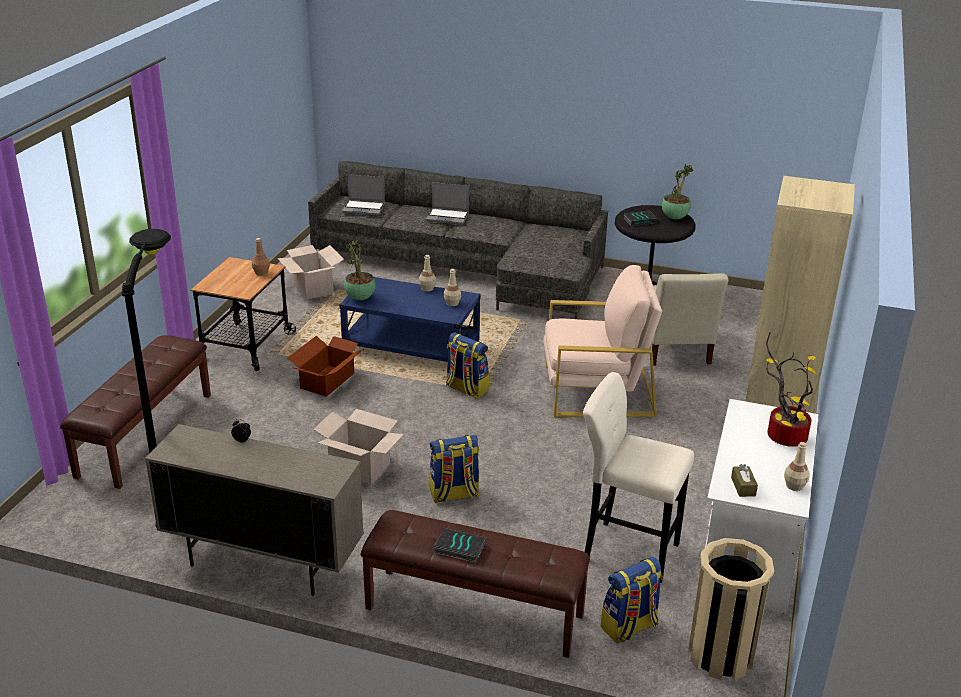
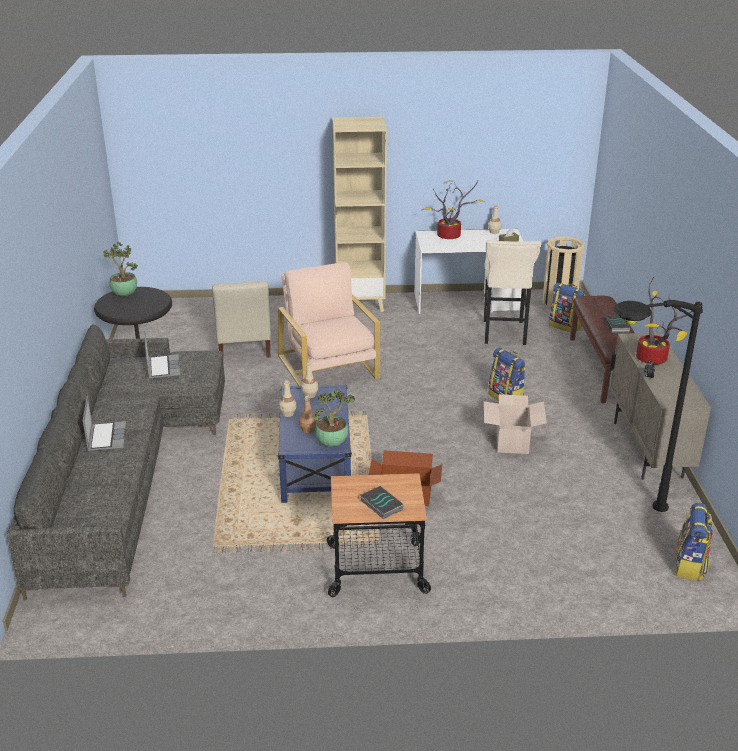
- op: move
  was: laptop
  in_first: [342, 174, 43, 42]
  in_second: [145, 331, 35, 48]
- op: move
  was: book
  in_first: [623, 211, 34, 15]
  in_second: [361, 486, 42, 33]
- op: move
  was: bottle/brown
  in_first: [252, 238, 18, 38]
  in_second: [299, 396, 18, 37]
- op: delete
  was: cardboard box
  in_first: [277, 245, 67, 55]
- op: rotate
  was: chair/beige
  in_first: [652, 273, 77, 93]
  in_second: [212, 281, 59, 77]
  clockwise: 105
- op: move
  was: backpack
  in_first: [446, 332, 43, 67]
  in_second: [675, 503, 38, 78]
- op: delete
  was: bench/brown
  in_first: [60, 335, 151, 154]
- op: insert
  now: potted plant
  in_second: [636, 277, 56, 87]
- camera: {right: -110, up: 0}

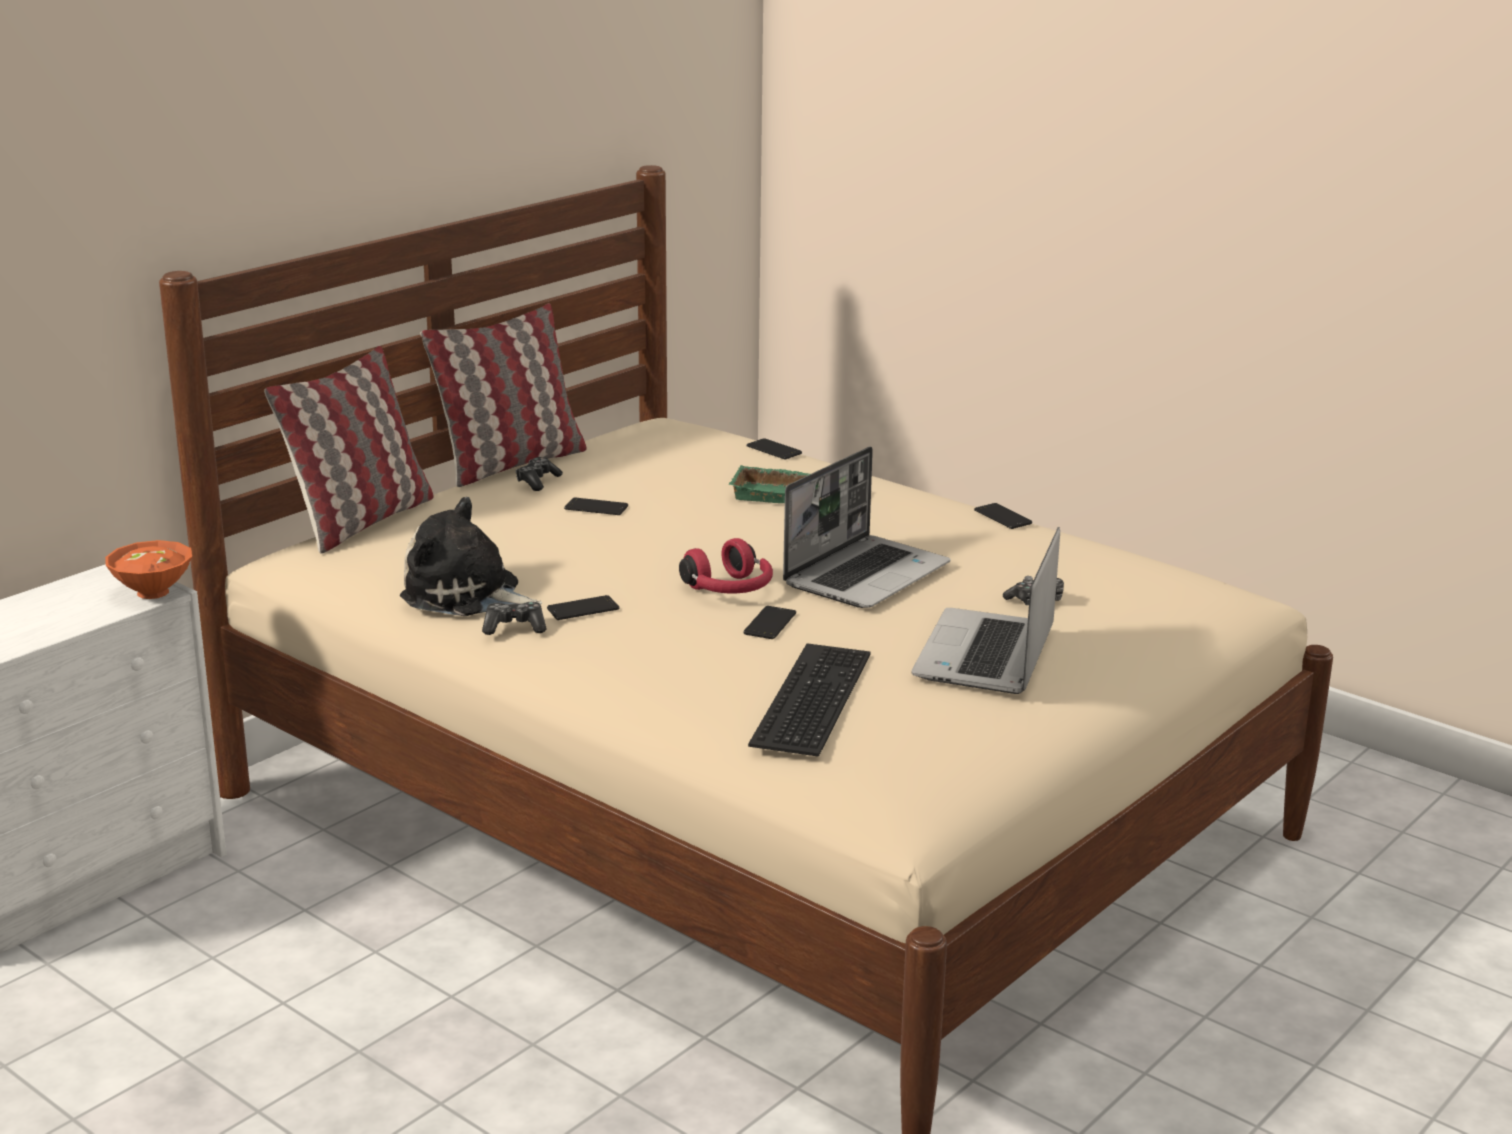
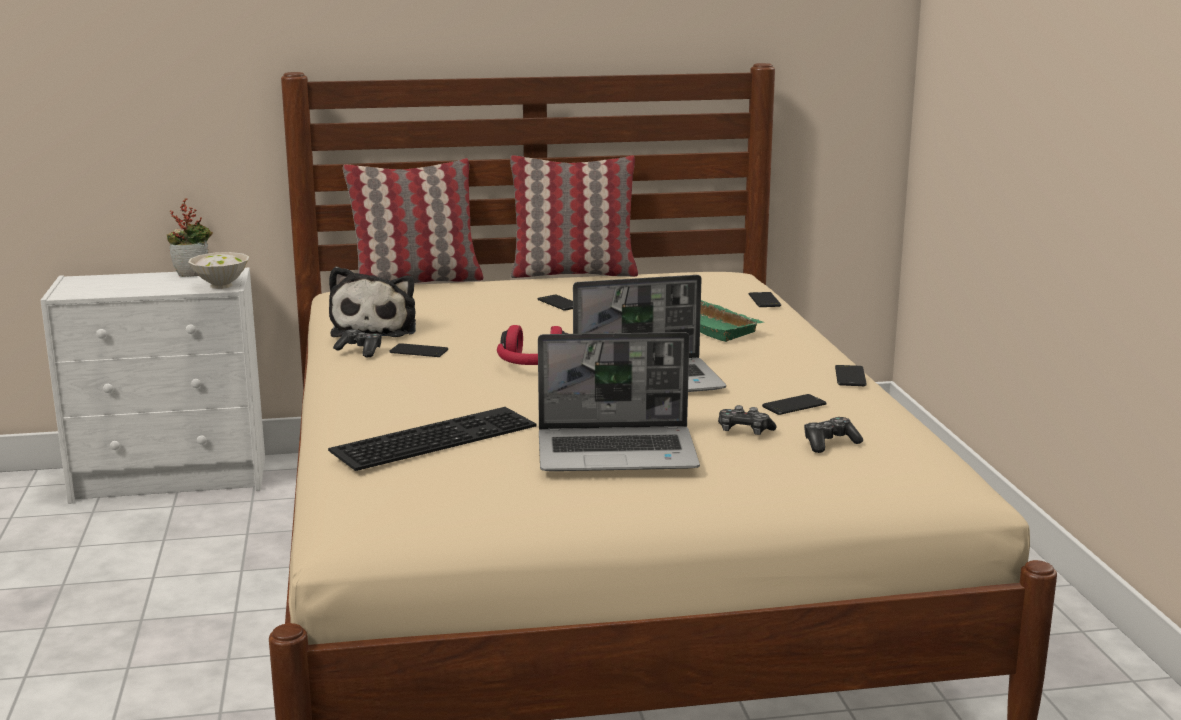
- op: move
  was: game controller
  in_first: [515, 457, 48, 34]
  in_second: [804, 417, 59, 36]
- op: rotate
  was: plush toy
  in_first: [400, 497, 142, 119]
  in_second: [329, 267, 87, 70]
  clockwise: -150
- op: rotate
  was: laptop
  in_first: [911, 527, 149, 167]
  in_second: [538, 332, 162, 139]
  clockwise: -150
- op: recolor
  was: bowl/orange
  now: bowl/white
  in_first: [105, 540, 87, 59]
  in_second: [188, 252, 61, 37]
- op: move
  was: phone
  in_first: [743, 606, 53, 33]
  in_second: [762, 394, 65, 21]
- op: insert
  now: potted plant
  in_second: [167, 198, 46, 79]
- camera: {right: 40, up: -5}

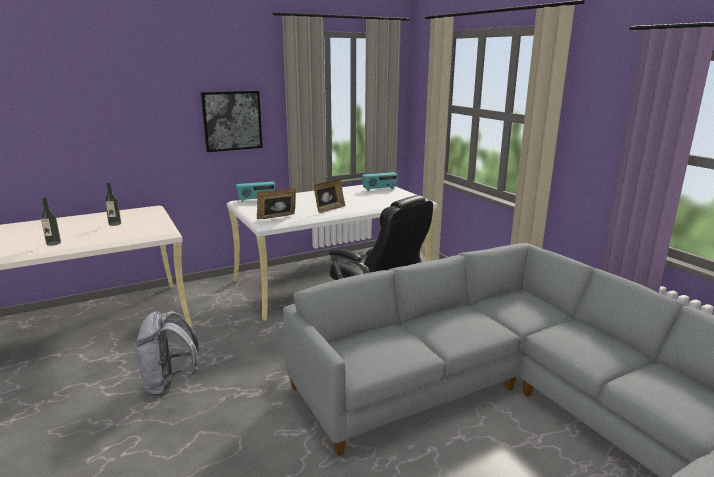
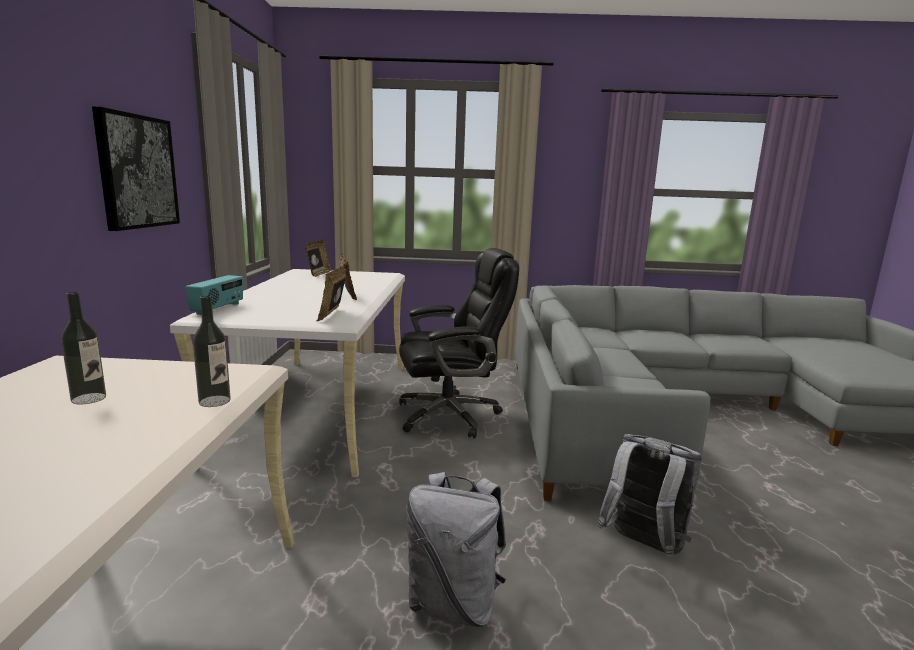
- op: replace
  was: radio
  now: picture frame
  in_first: [362, 172, 36, 19]
  in_second: [305, 239, 27, 38]
- op: move
  was: bottle
  in_first: [41, 197, 20, 49]
  in_second: [193, 296, 38, 111]
- op: insert
  now: backpack/grey
  in_second: [597, 434, 105, 123]
- camera: {right: -60, up: -5}

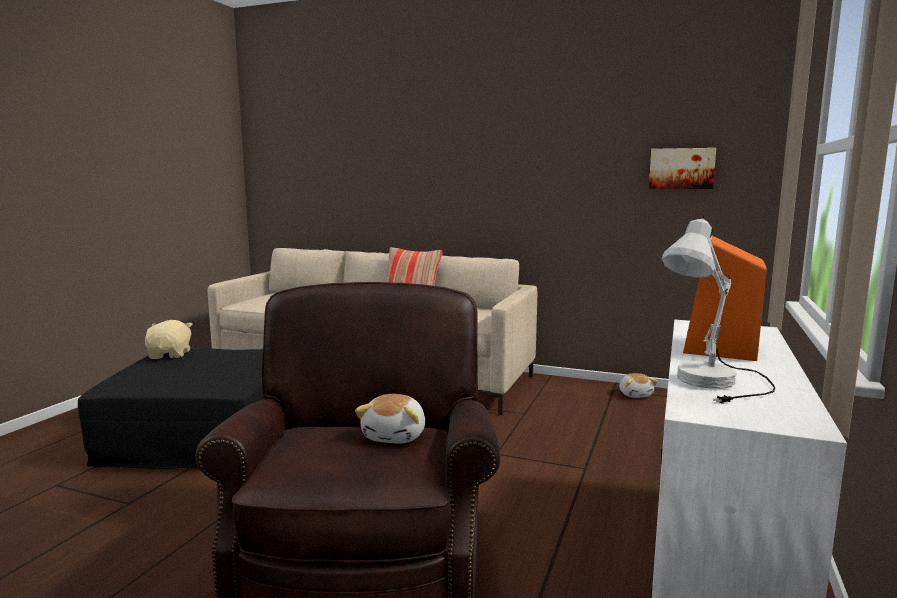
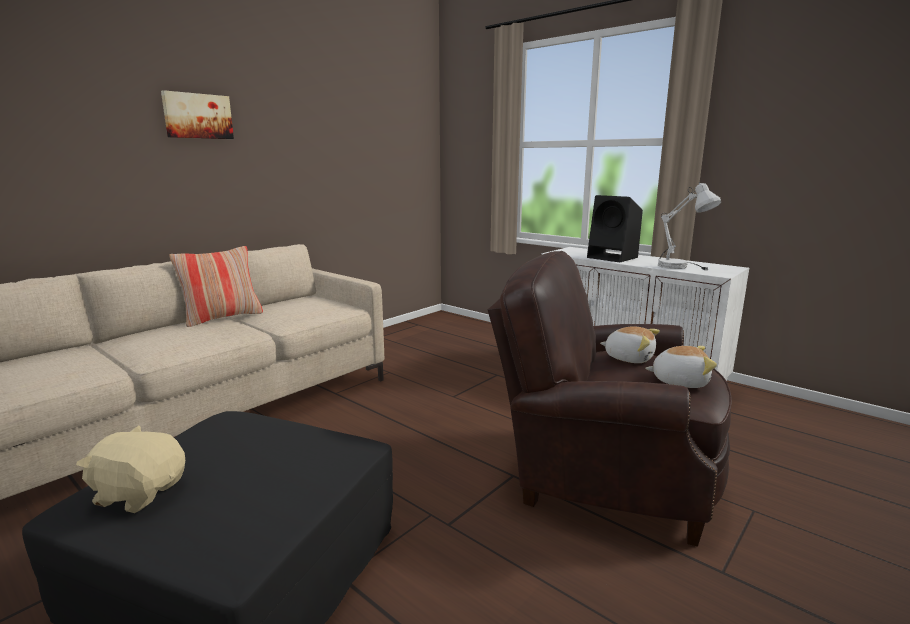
- op: move
  was: picture
  in_first: [649, 148, 67, 41]
  in_second: [161, 90, 73, 49]
- op: recolor
  was: speaker/orange
  now: speaker/black
  in_first: [683, 236, 84, 125]
  in_second: [587, 195, 56, 67]
- op: move
  was: plush toy
  in_first: [619, 373, 39, 25]
  in_second: [645, 346, 72, 42]
- camera: {right: -70, up: 5}

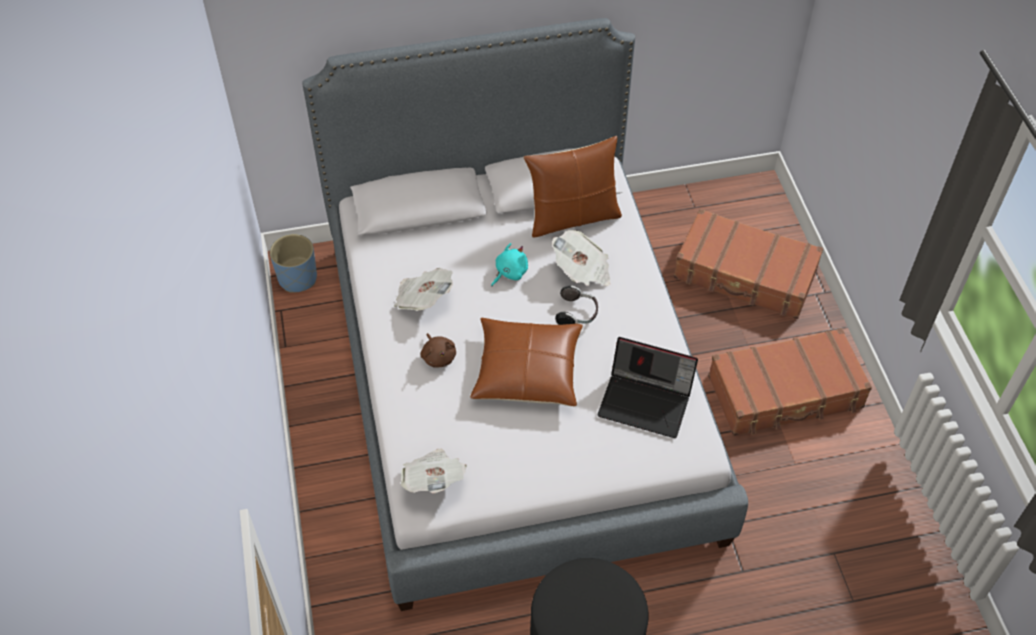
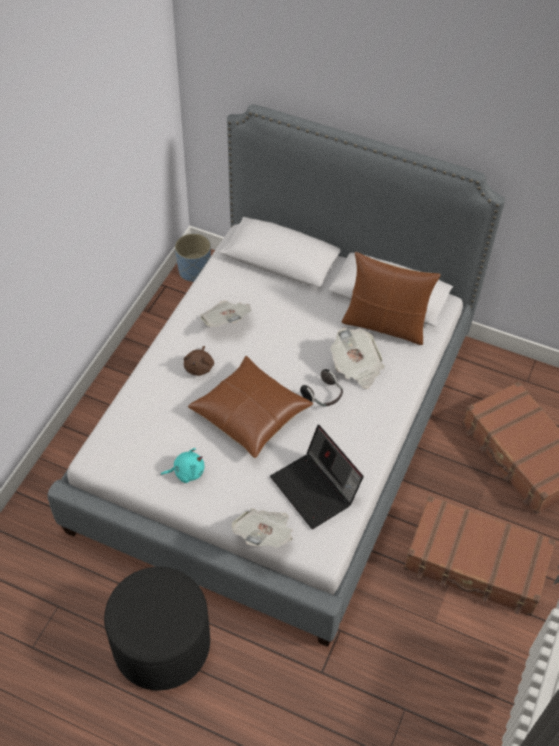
- op: move
  was: plush toy/turquoise
  in_first: [491, 243, 37, 43]
  in_second: [161, 448, 43, 35]
- op: move
  was: newspaper
  in_first: [401, 449, 66, 45]
  in_second: [232, 508, 61, 39]
- camera: {right: 35, up: 0}

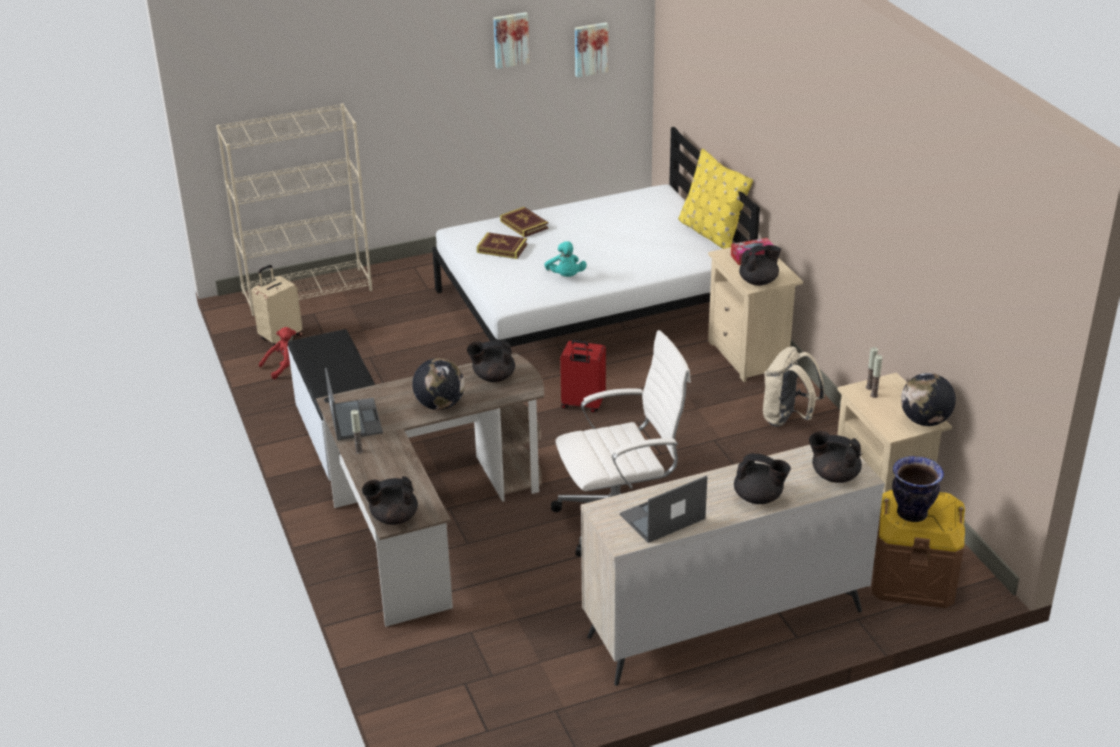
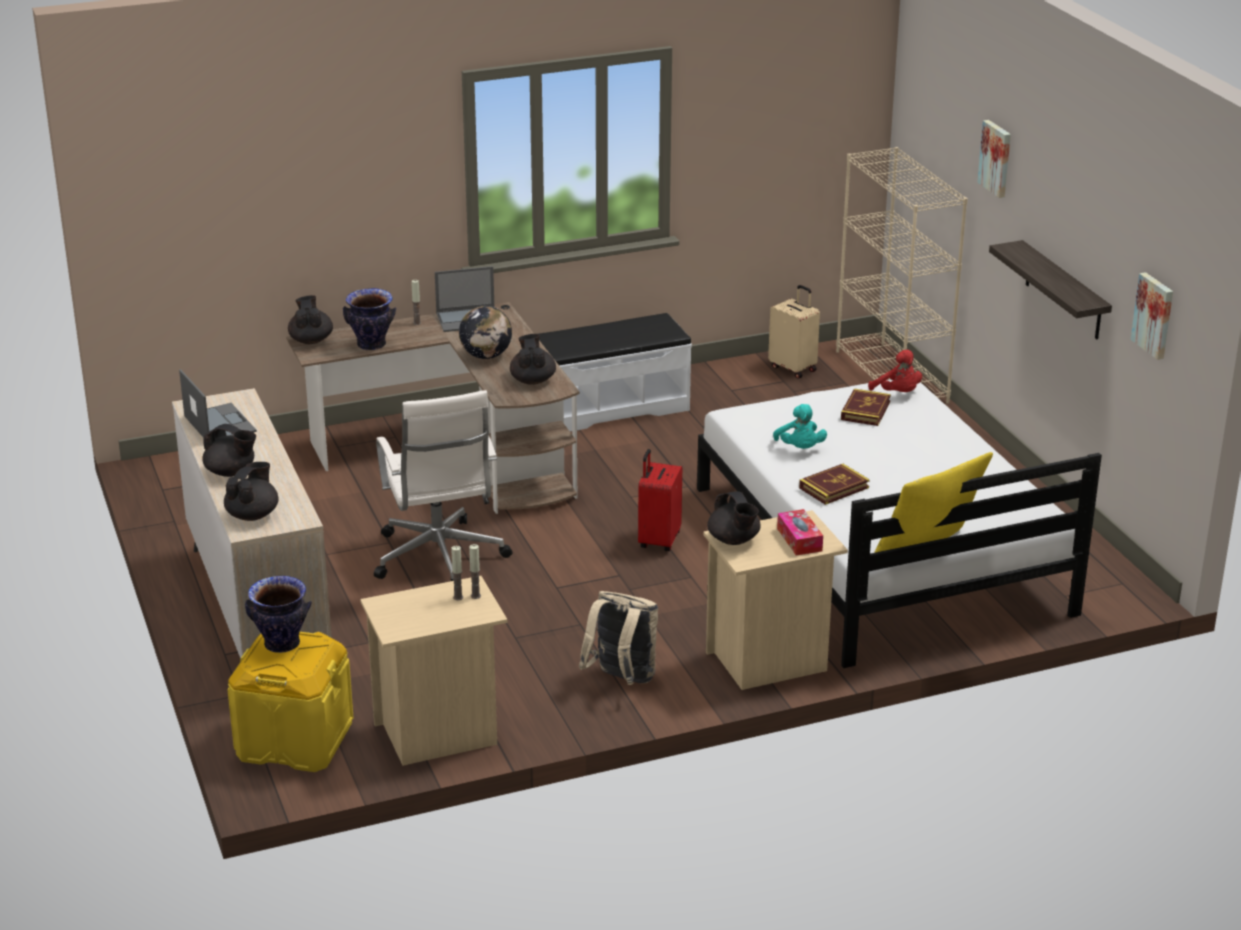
- op: move
  was: picture
  in_first: [493, 12, 36, 57]
  in_second: [977, 120, 34, 78]
- op: move
  was: book
  in_first: [500, 207, 48, 30]
  in_second: [799, 464, 71, 41]
- op: rotate
  was: plush toy/turquoise
  in_first: [544, 241, 43, 36]
  in_second: [773, 404, 54, 45]
  clockwise: -90
- op: move
  was: plush toy/red
  in_first: [259, 327, 37, 52]
  in_second: [868, 350, 54, 42]
- op: delete
  was: globe
  in_first: [901, 373, 55, 53]
- op: rotate
  was: teapot/black
  in_first: [734, 453, 57, 51]
  in_second: [202, 424, 54, 53]
  clockwise: -90
- op: recolor
  was: storage box/brown
  now: storage box/yellow
  in_first: [872, 489, 93, 119]
  in_second: [227, 632, 126, 140]
- op: insert
  now: shelf
  in_second: [989, 240, 123, 99]
- op: insert
  now: vase
  in_second: [343, 288, 53, 63]
- camera: {right: 90, up: -5}

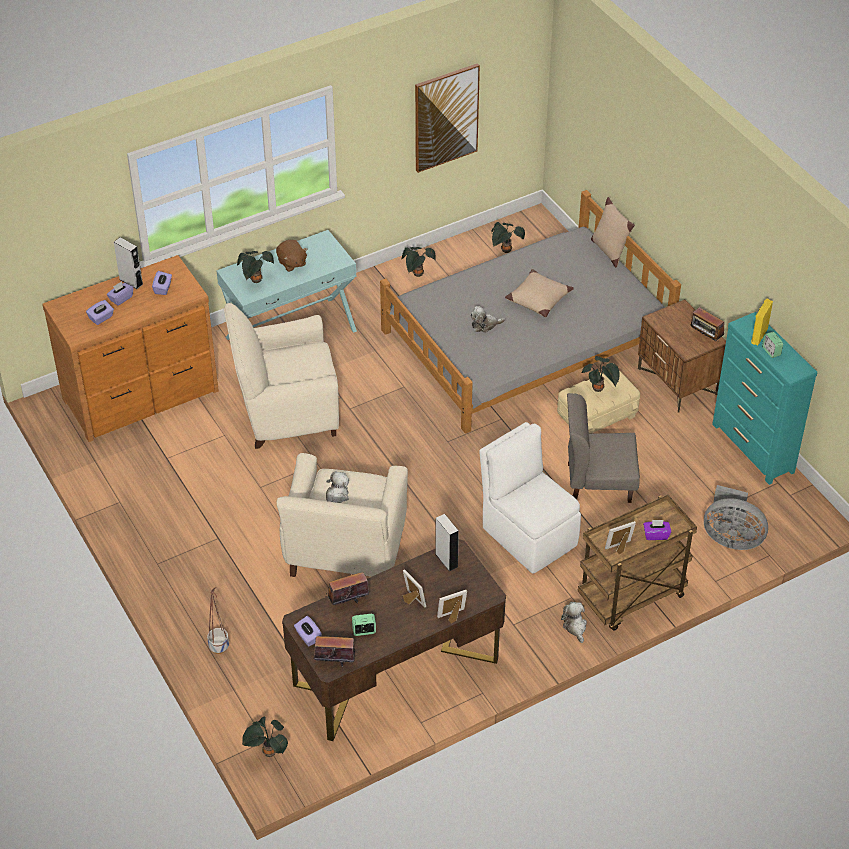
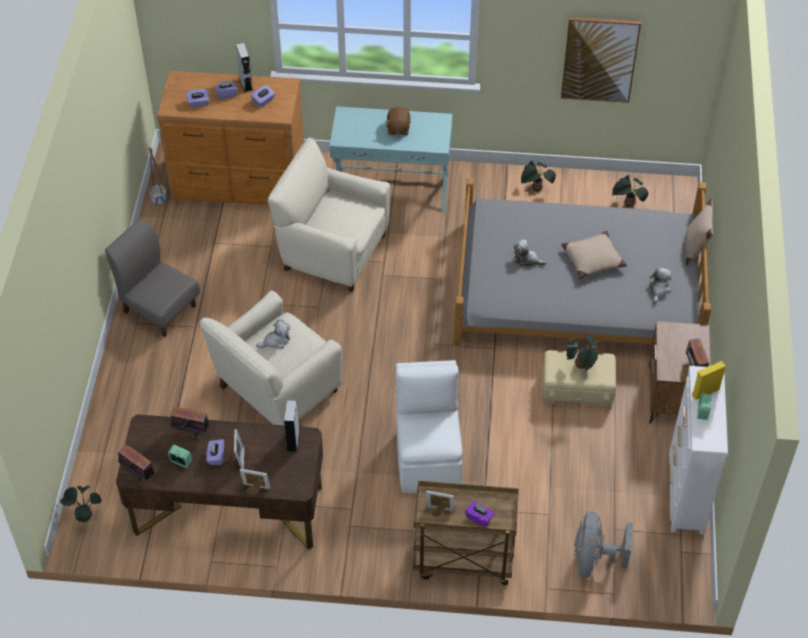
- op: delete
  was: potted plant
  in_first: [237, 251, 37, 32]
- op: recolor
  was: dresser/turquoise
  now: dresser/white
  in_first: [712, 312, 105, 173]
  in_second: [669, 366, 59, 169]
- op: move
  was: chair/grey
  in_first: [567, 393, 73, 110]
  in_second: [105, 219, 95, 118]
- op: rotate
  was: fan/grey
  in_first: [704, 485, 64, 65]
  in_second: [574, 511, 59, 66]
  clockwise: 45
- op: move
  was: planter
  in_first: [207, 587, 22, 67]
  in_second: [148, 148, 19, 58]
- op: move
  was: plush toy
  in_first: [561, 602, 26, 41]
  in_second: [649, 268, 23, 35]
- op: move
  was: tissue box/purple
  in_first: [294, 616, 28, 30]
  in_second: [206, 439, 18, 26]
- camera: {right: 35, up: 5}

